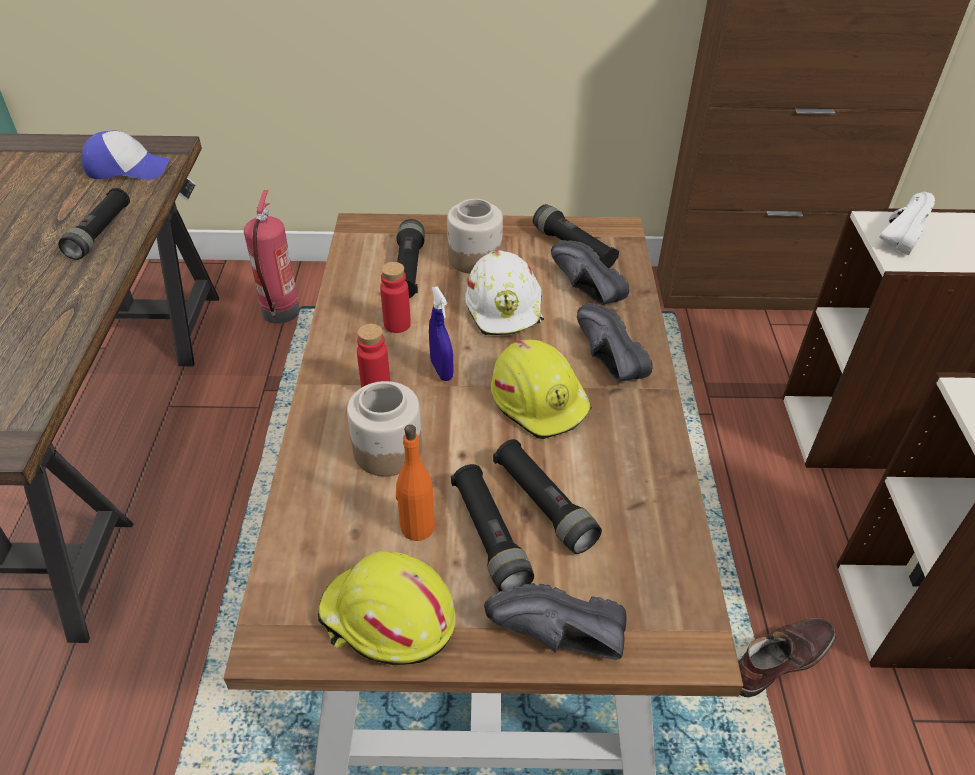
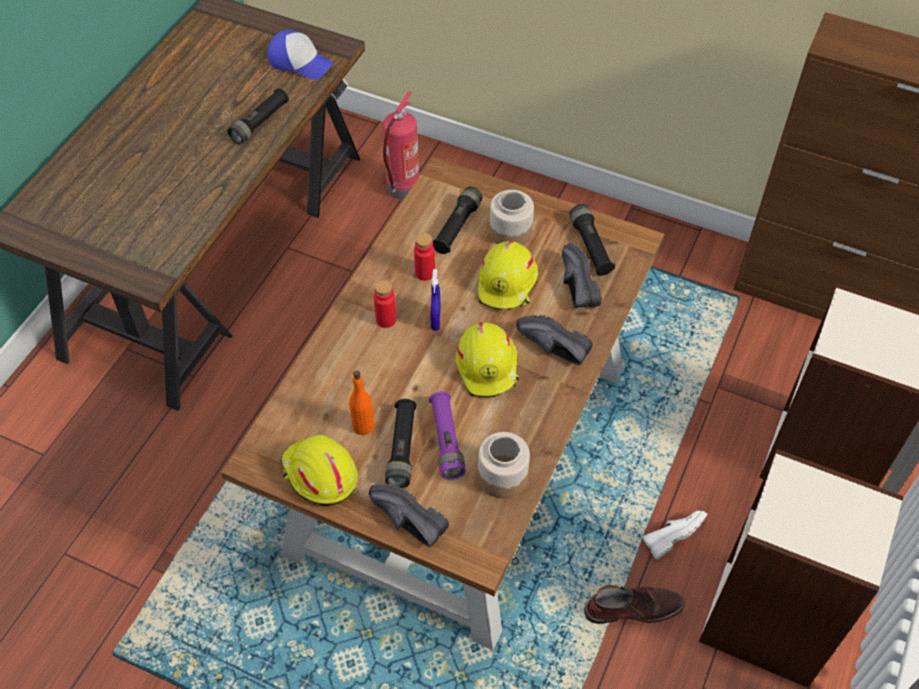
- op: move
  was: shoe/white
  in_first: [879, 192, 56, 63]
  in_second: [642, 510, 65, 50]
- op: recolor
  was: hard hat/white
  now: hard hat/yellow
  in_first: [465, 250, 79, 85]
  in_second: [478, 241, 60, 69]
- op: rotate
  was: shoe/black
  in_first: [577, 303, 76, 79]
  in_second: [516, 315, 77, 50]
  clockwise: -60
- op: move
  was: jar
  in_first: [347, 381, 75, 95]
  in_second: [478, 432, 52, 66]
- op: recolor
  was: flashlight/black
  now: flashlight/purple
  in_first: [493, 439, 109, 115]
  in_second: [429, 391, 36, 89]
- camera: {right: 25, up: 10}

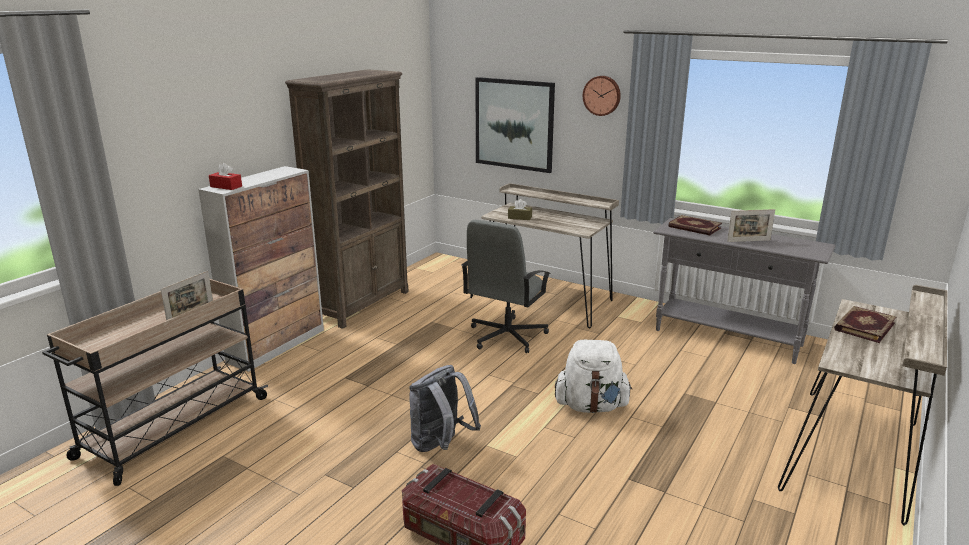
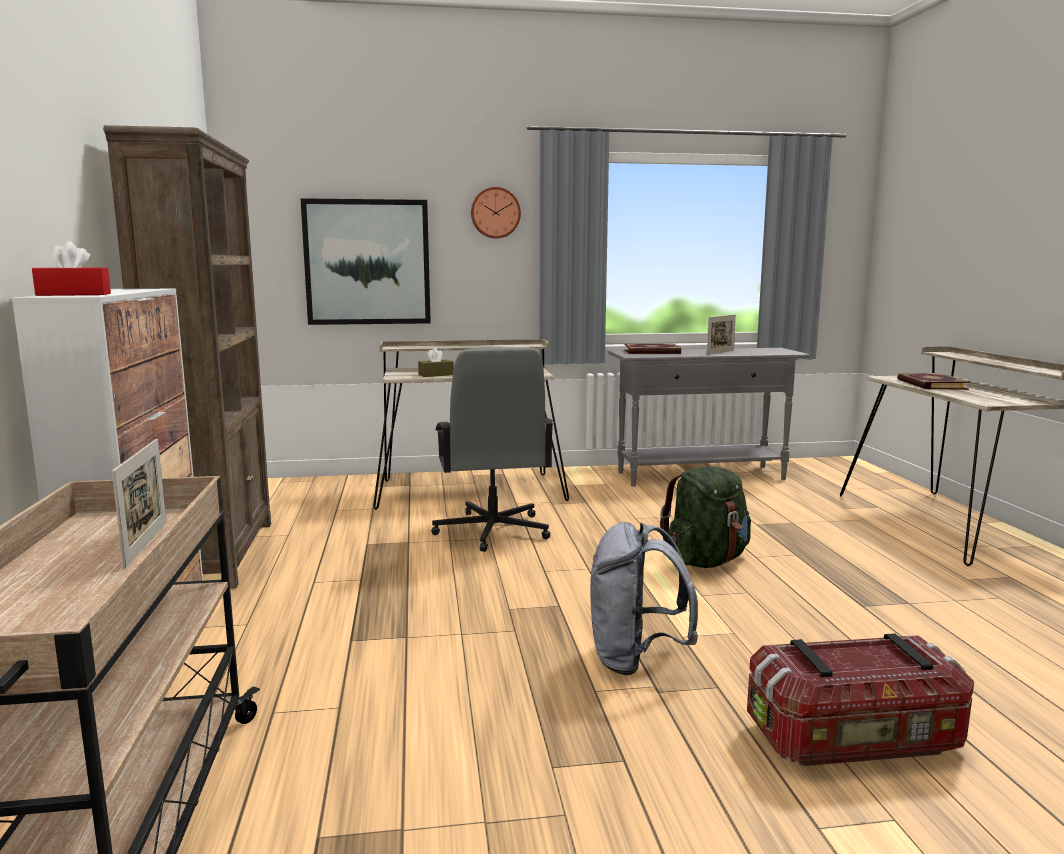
- op: recolor
  was: backpack/white
  now: backpack/green
  in_first: [555, 340, 78, 73]
  in_second: [660, 466, 91, 102]
- camera: {right: -40, up: -10}

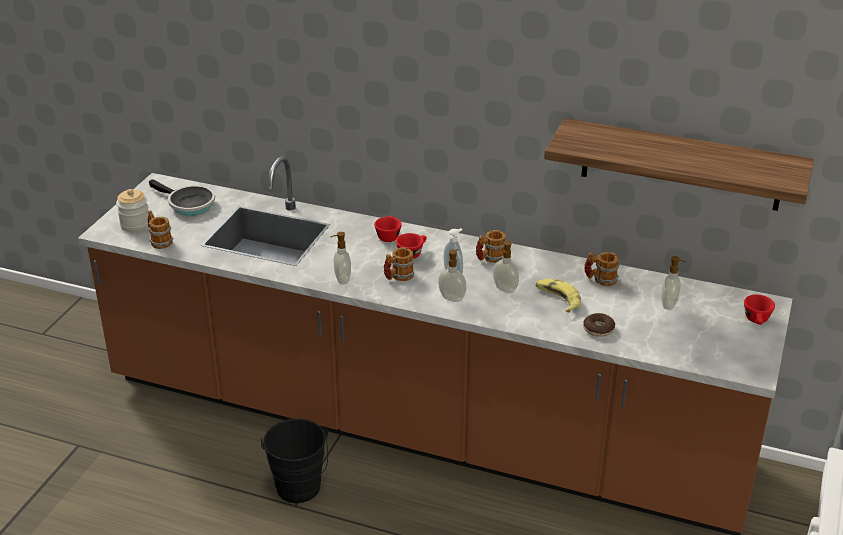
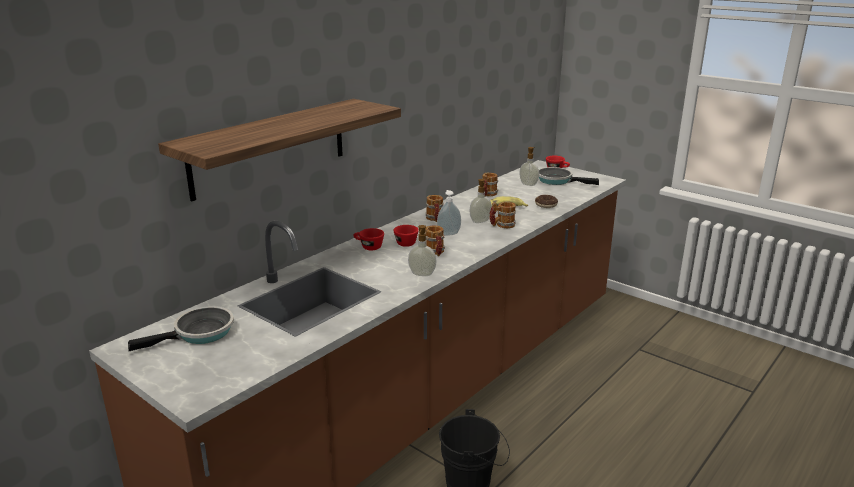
- op: move
  was: shelf
  in_first: [544, 118, 270, 93]
  in_second: [158, 99, 243, 103]
- op: delete
  was: jar
  in_first: [116, 189, 33, 43]
- op: move
  was: mug
  in_first: [148, 211, 25, 38]
  in_second: [489, 201, 27, 27]
- op: delete
  was: soap dispenser
  in_first: [438, 249, 29, 53]
- op: insert
  now: frying pan
  in_second: [539, 167, 60, 18]
- camera: {right: -70, up: -10}

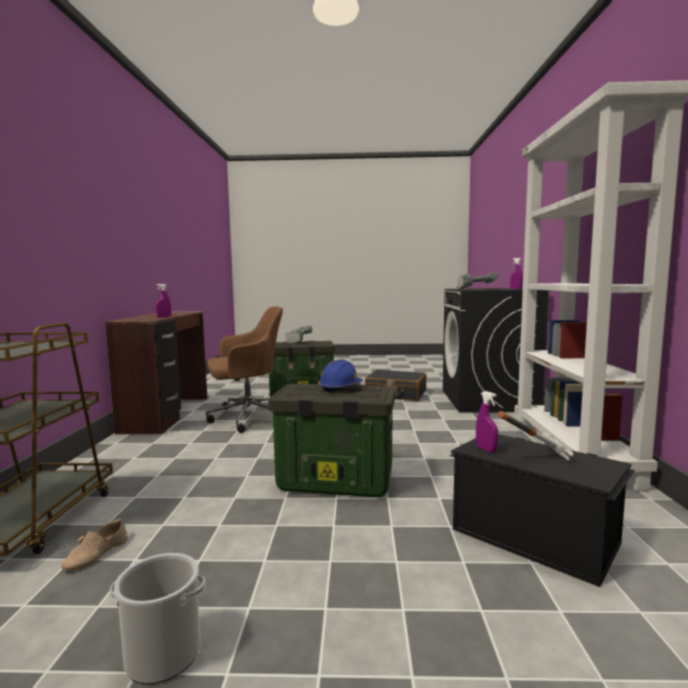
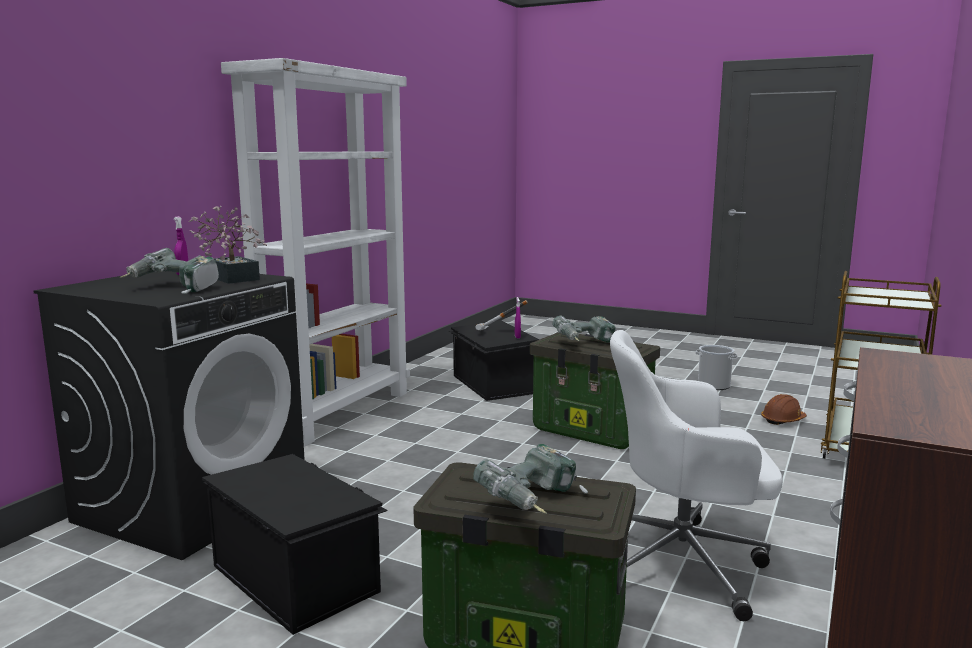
- op: delete
  was: spray bottle/purple
  in_first: [156, 284, 15, 34]
- op: recolor
  was: office chair/brown
  now: office chair/white
  in_first: [206, 306, 77, 127]
  in_second: [610, 330, 173, 291]
- op: replace
  was: hard hat/blue
  now: power drill
  in_first: [318, 359, 45, 33]
  in_second: [552, 316, 64, 27]
- op: replace
  was: suitcase/black
  now: storage box/black
  in_first: [365, 369, 62, 32]
  in_second: [202, 454, 186, 181]
- op: replace
  was: shoe/beige
  now: hard hat/brown
  in_first: [61, 518, 67, 53]
  in_second: [761, 394, 46, 31]
- op: insert
  now: potted plant
  in_second: [189, 205, 78, 79]
- camera: {right: -155, up: 5}

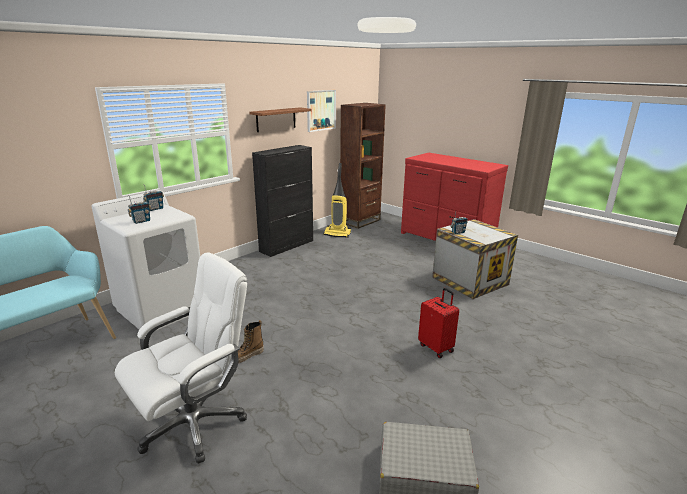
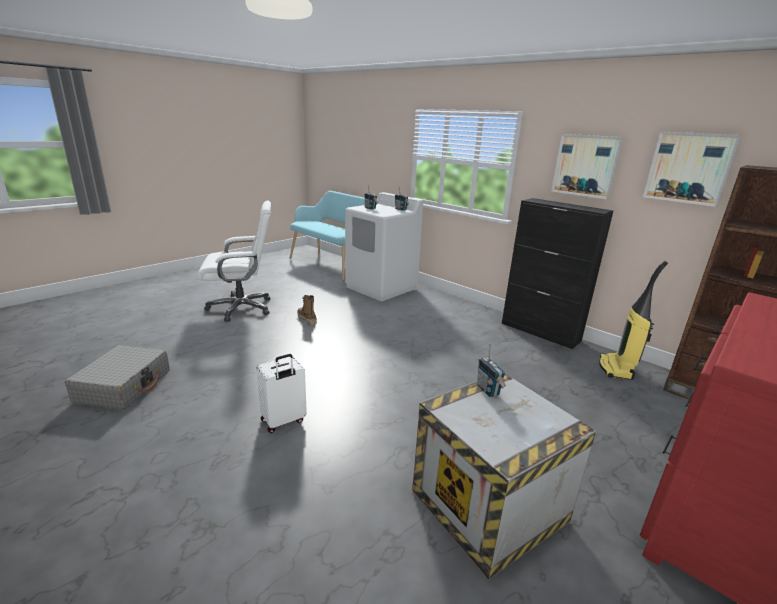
- op: replace
  was: shelf
  now: picture
  in_first: [249, 107, 62, 25]
  in_second: [551, 134, 73, 65]
- op: rotate
  was: office chair/white
  in_first: [115, 252, 132, 212]
  in_second: [197, 201, 74, 121]
  clockwise: -60
- op: recolor
  was: suitcase/red
  now: suitcase/white
  in_first: [418, 288, 41, 70]
  in_second: [256, 354, 51, 79]
- camera: {right: 90, up: 0}

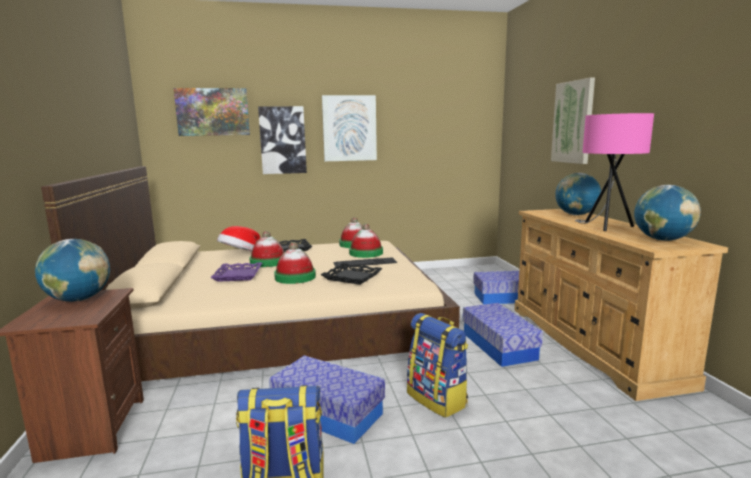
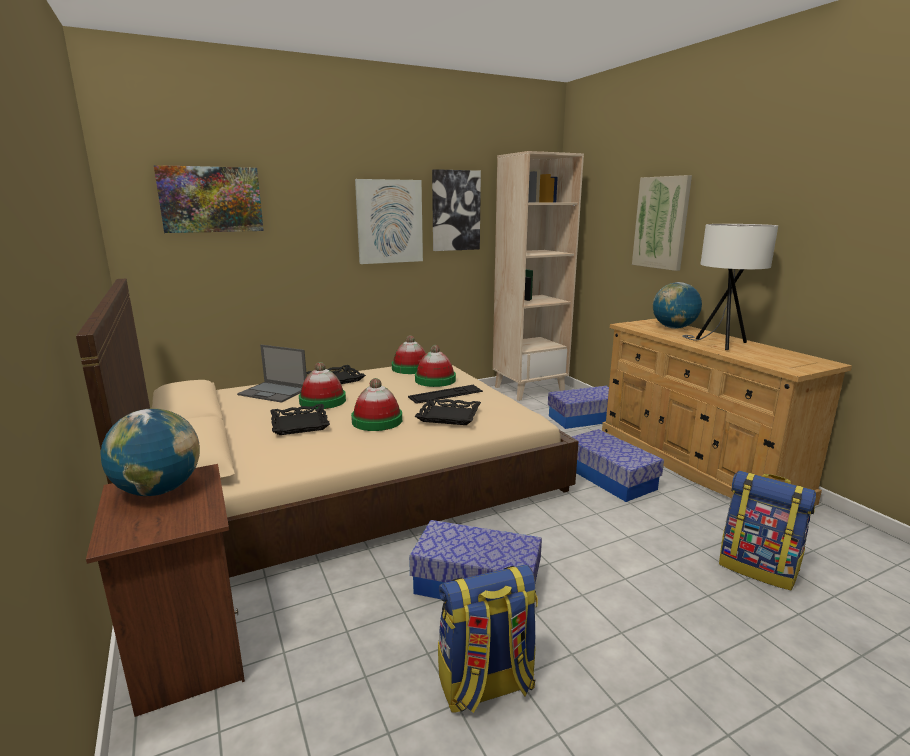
- op: move
  was: picture
  in_first: [258, 106, 49, 68]
  in_second: [432, 169, 49, 82]
- op: recolor
  was: table lamp/pink
  now: table lamp/white
  in_first: [575, 113, 79, 118]
  in_second: [682, 224, 96, 126]
- op: delete
  was: globe
  in_first: [634, 185, 67, 56]
- op: replace
  was: hat
  now: laptop
  in_first: [217, 226, 43, 25]
  in_second: [237, 345, 70, 58]
- op: recolor
  was: tray/purple
  now: tray/black
  in_first: [210, 262, 52, 20]
  in_second: [271, 404, 59, 31]
- op: move
  was: backpack
  in_first: [407, 313, 61, 105]
  in_second: [719, 471, 97, 119]
- op: insert
  now: bookcase/beige
  in_second: [493, 151, 91, 250]
- camera: {right: -15, up: 5}

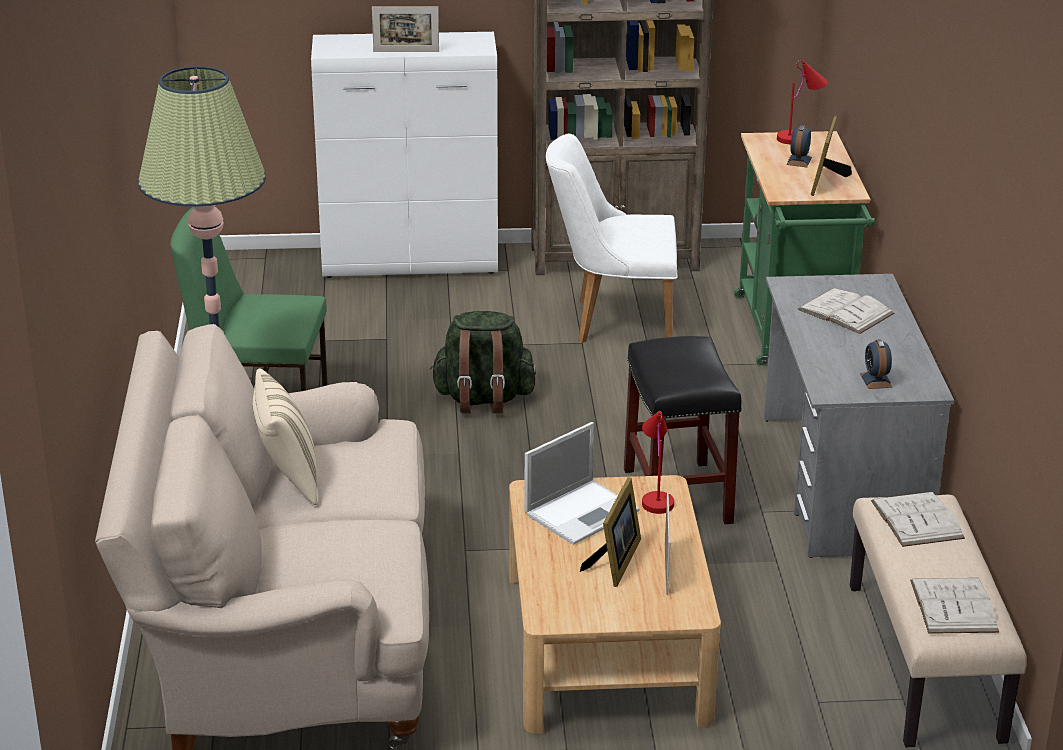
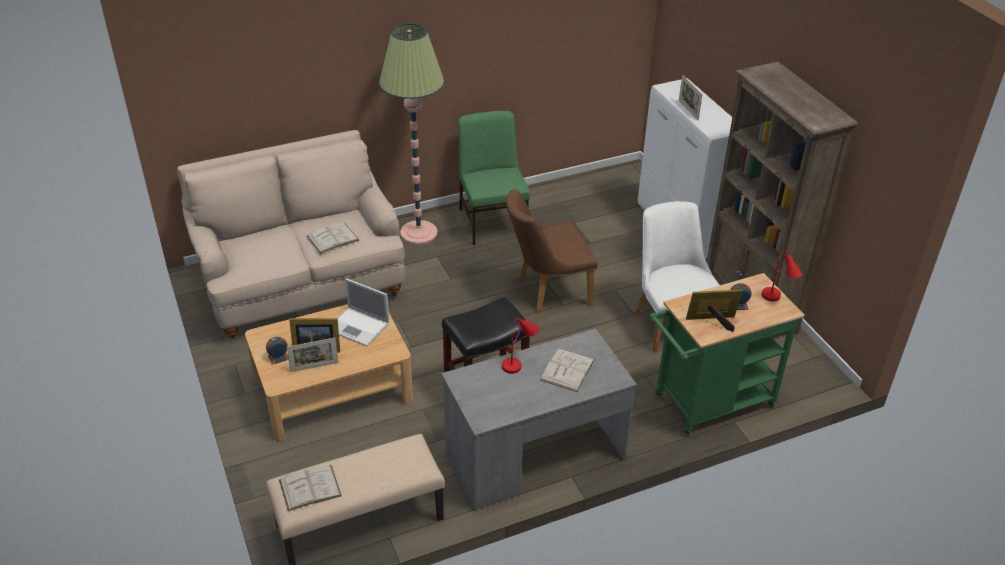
- op: replace
  was: backpack/green
  now: chair/brown
  in_first: [430, 311, 106, 102]
  in_second: [506, 189, 92, 125]
- op: move
  was: alarm clock
  in_first: [860, 340, 33, 49]
  in_second: [266, 337, 23, 28]
- op: delete
  was: pillow/beige
  in_first: [252, 368, 65, 137]
- op: move
  was: table lamp/red
  in_first: [642, 411, 32, 103]
  in_second: [502, 318, 37, 56]
- op: move
  was: book/white
  in_first: [871, 492, 94, 55]
  in_second: [306, 222, 53, 32]
- camera: {right: 70, up: 10}

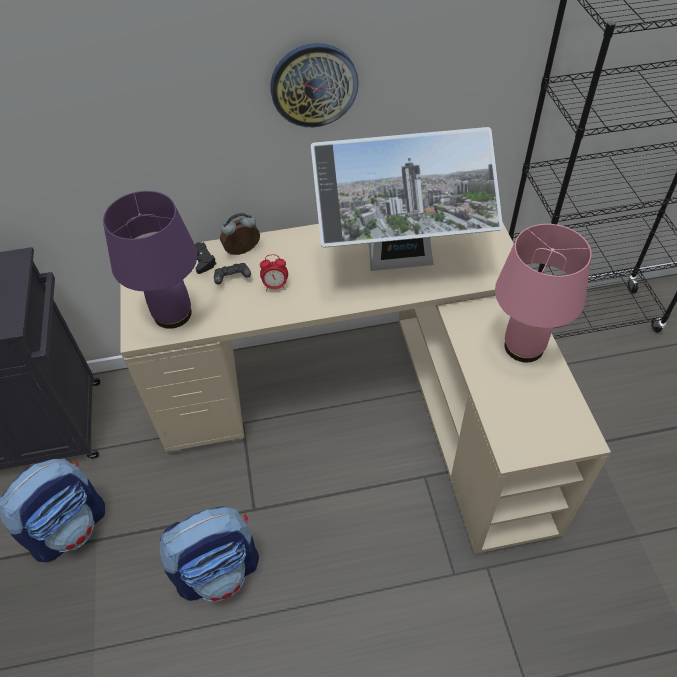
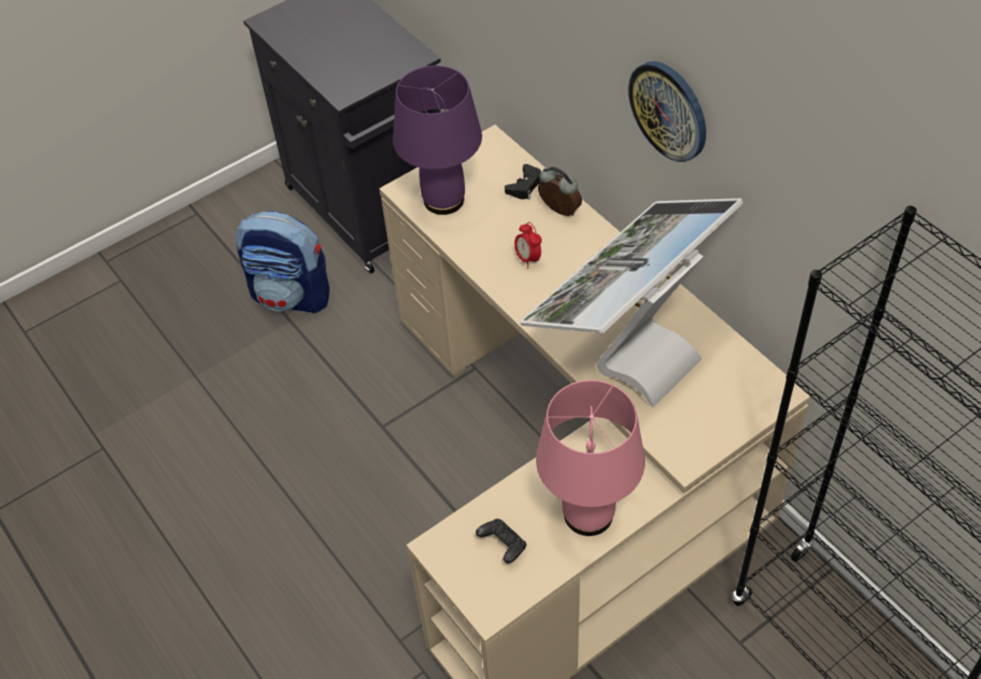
- op: rotate
  was: monitor
  in_first: [311, 127, 192, 144]
  in_second: [520, 198, 223, 209]
  clockwise: 75
- op: move
  was: game controller/black
  in_first: [214, 263, 37, 22]
  in_second: [476, 519, 51, 44]
- op: delete
  was: backpack
  in_first: [159, 506, 100, 96]
- camera: {right: 65, up: 0}

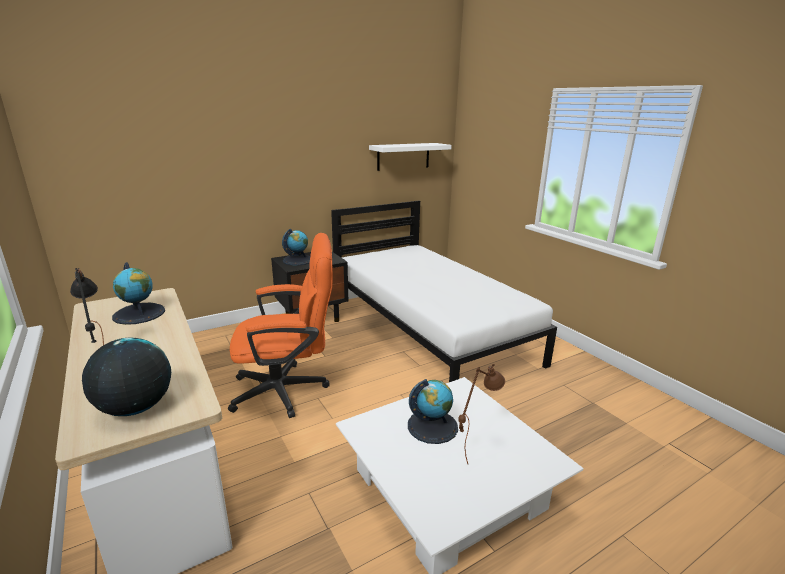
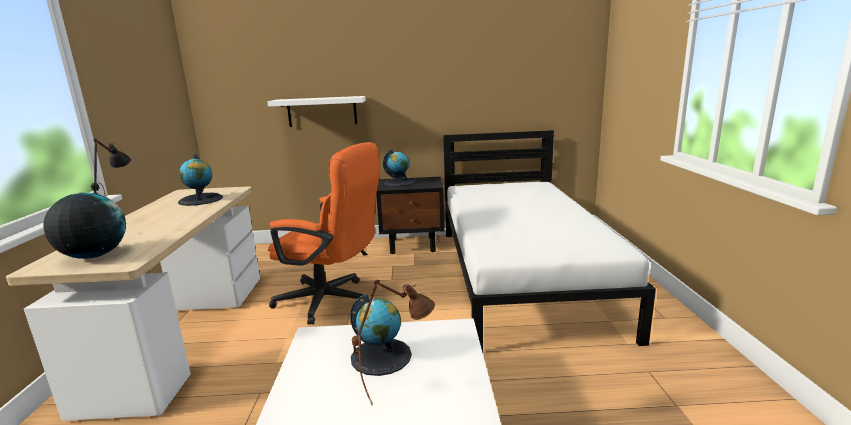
- op: move
  was: shelf/white
  in_first: [369, 143, 83, 28]
  in_second: [267, 96, 99, 31]
- camera: {right: 30, up: -5}

